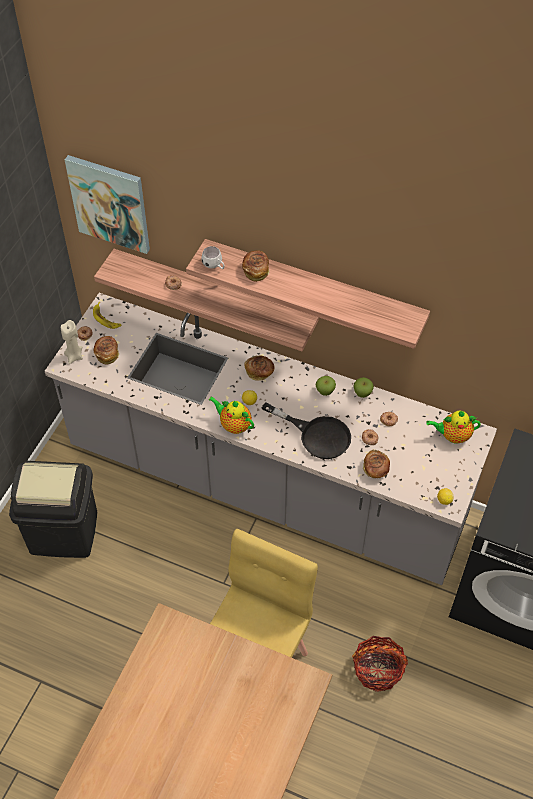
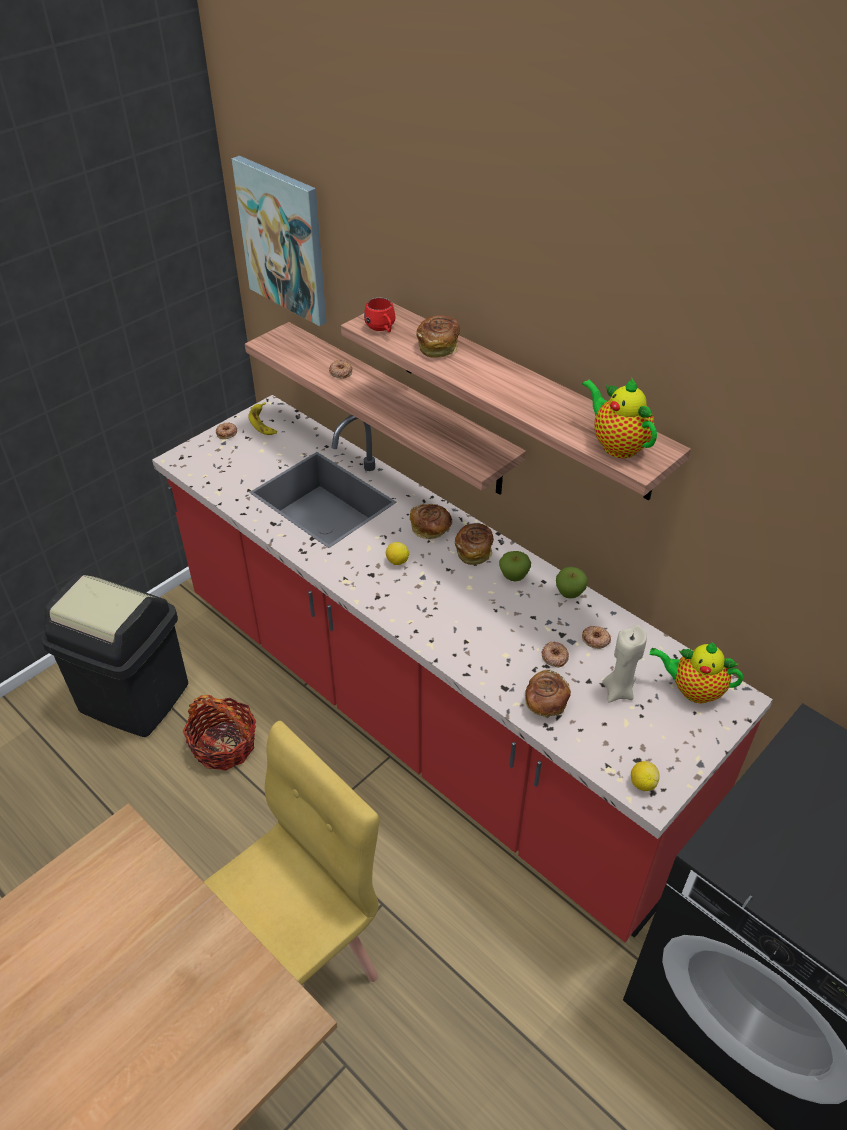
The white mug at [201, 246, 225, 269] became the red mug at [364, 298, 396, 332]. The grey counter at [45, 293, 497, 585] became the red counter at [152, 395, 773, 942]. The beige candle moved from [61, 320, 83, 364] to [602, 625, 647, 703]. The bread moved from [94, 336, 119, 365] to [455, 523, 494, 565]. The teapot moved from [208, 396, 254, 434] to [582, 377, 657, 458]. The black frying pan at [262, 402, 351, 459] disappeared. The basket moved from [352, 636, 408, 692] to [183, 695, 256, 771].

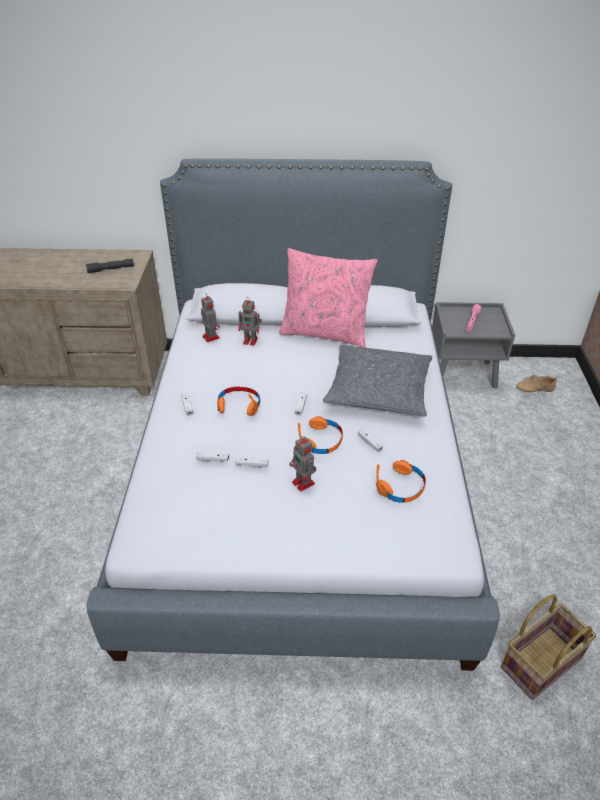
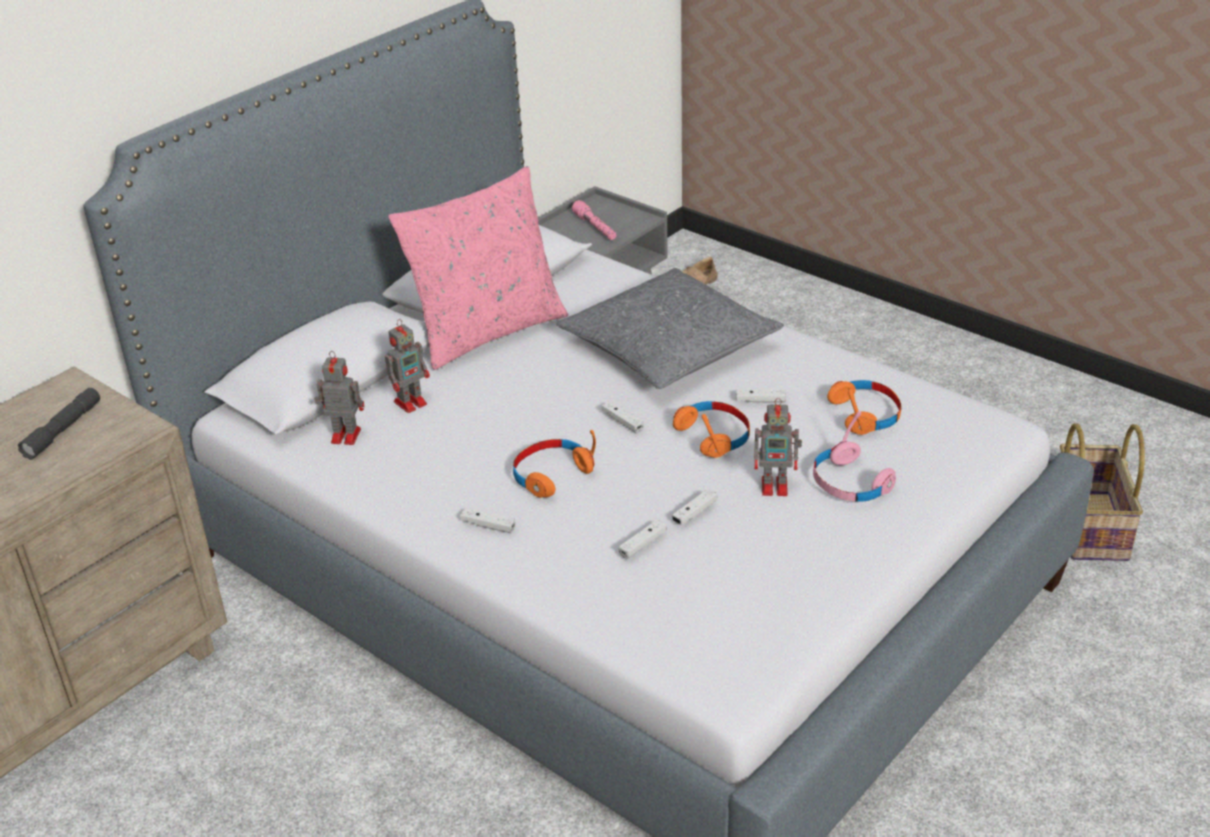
The pink headphones at [813, 412, 896, 502] appeared.

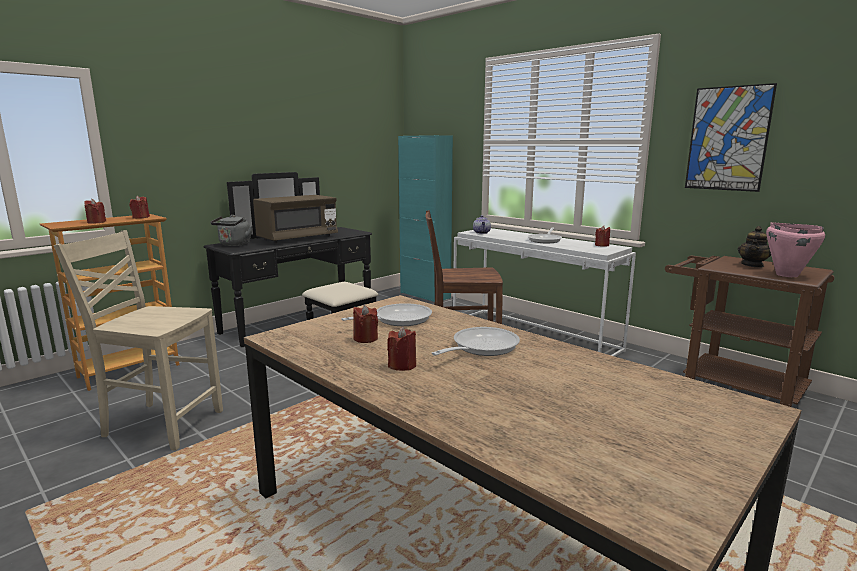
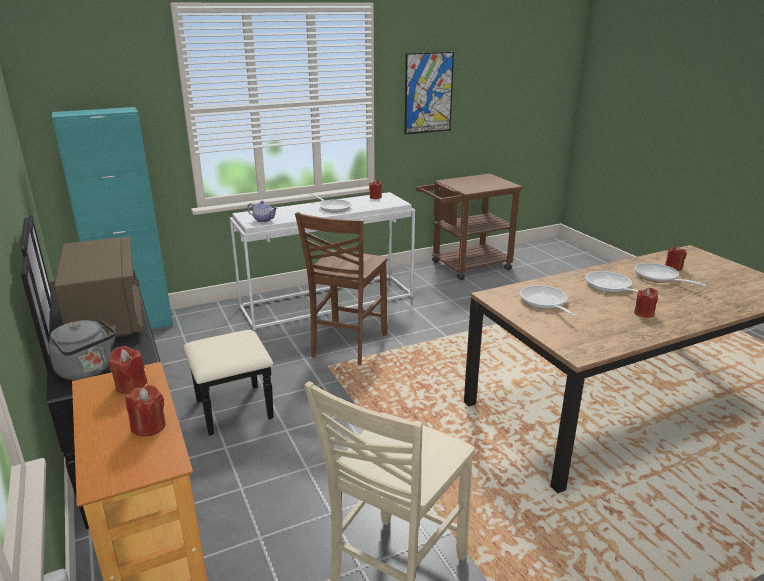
The pink cooking pot at [766, 222, 825, 277] disappeared. The teapot at [738, 226, 771, 268] disappeared. The red candle moved from [353, 305, 378, 343] to [665, 246, 687, 271]. The frying pan at [635, 263, 707, 287] appeared.

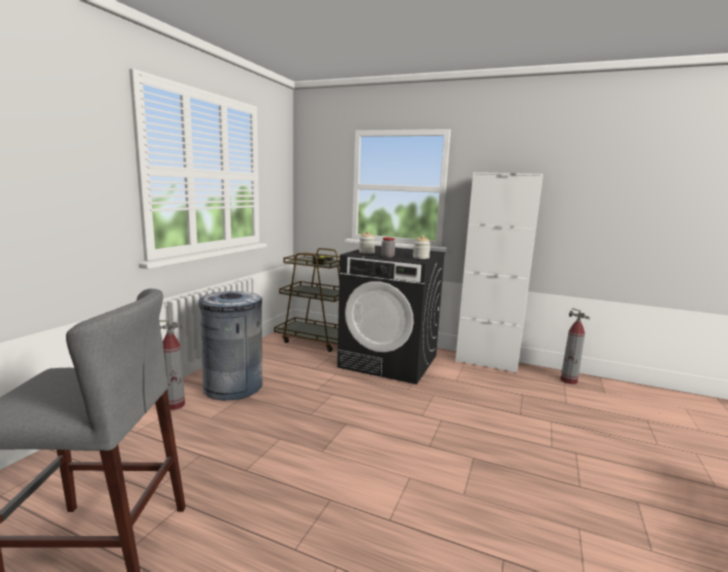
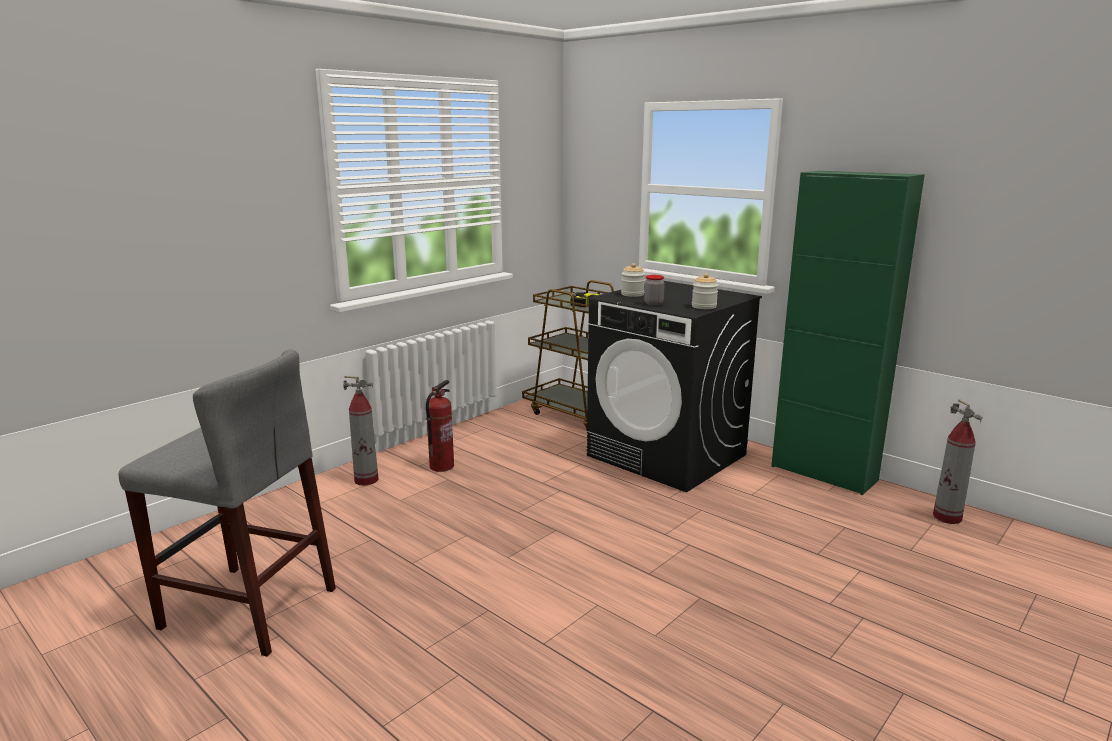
The white cabinet at [455, 172, 543, 373] became the green cabinet at [771, 171, 925, 495]. The grey trash can at [198, 291, 263, 401] was replaced by the fire extinguisher at [426, 380, 454, 472].

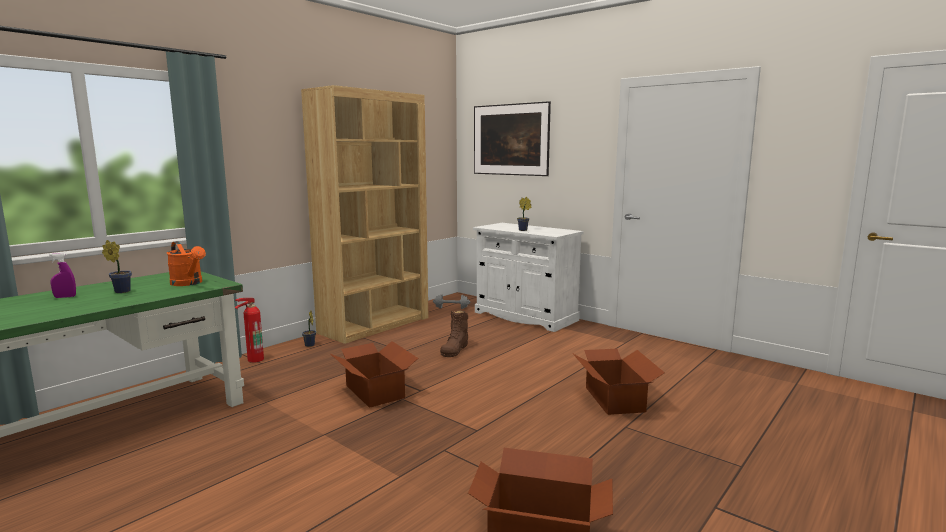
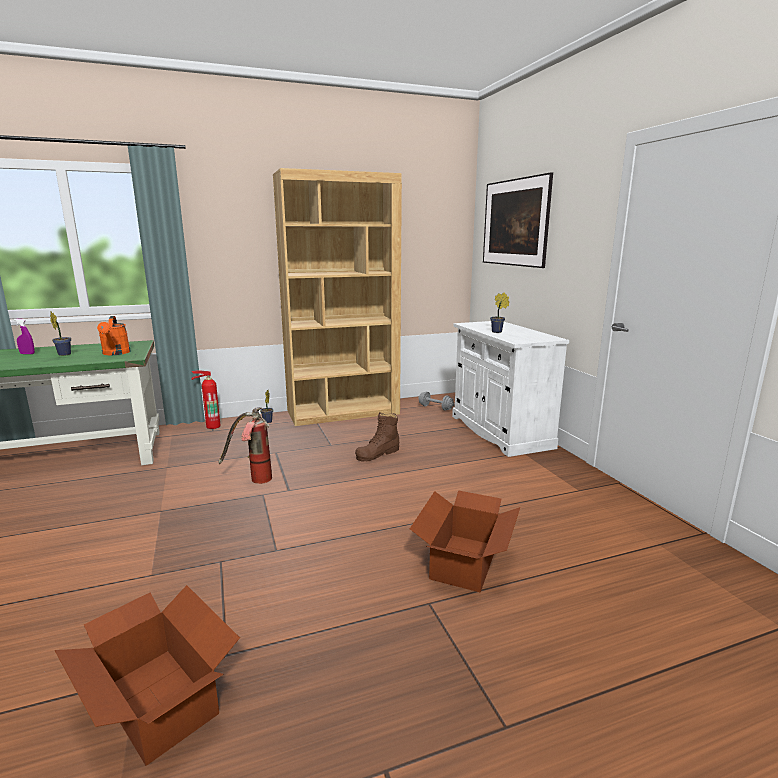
The cardboard box at [330, 341, 419, 408] was replaced by the fire extinguisher at [219, 407, 272, 484].

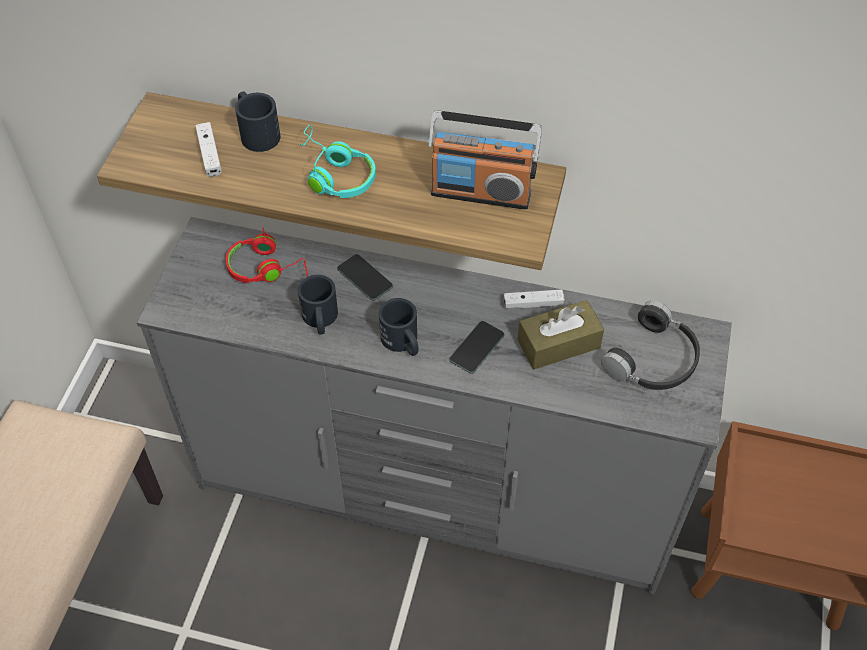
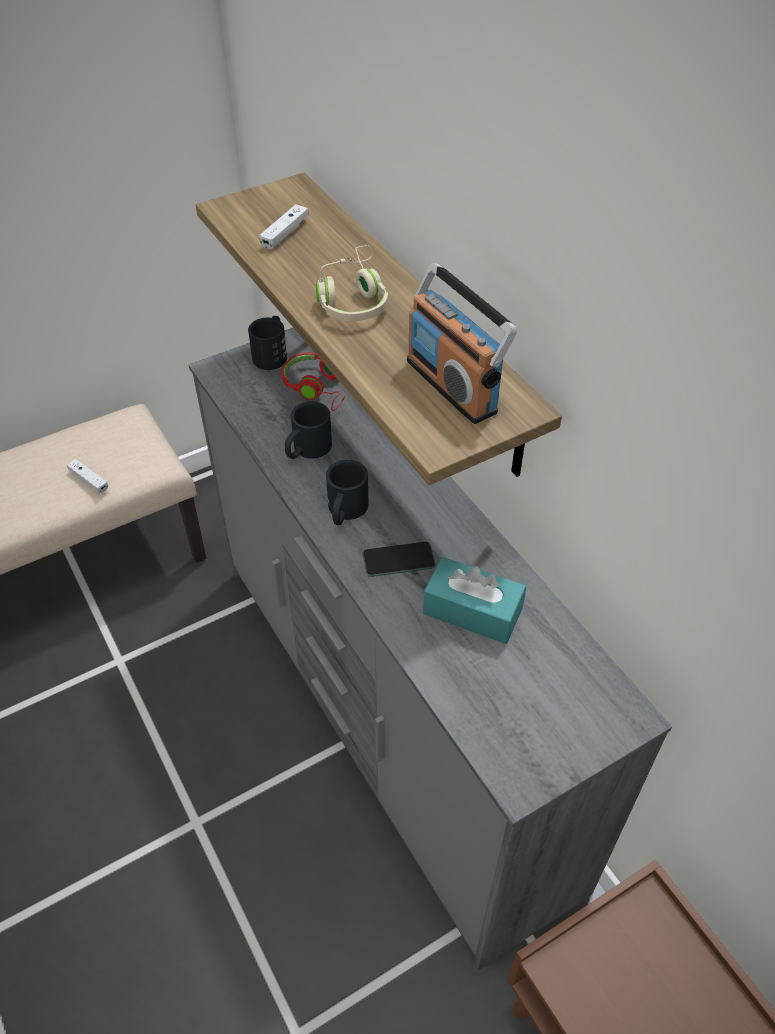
The black mug moved from [235, 91, 281, 152] to [248, 316, 287, 370]. The turquoise headphones at [299, 125, 376, 198] became the beige headphones at [316, 245, 388, 321]. The phone at [337, 254, 393, 301] disappeared. The white game controller moved from [504, 289, 564, 308] to [67, 459, 108, 493]. The brown tissue box at [517, 300, 604, 369] became the turquoise tissue box at [423, 557, 526, 644]. The black headphones at [601, 301, 700, 390] disappeared.

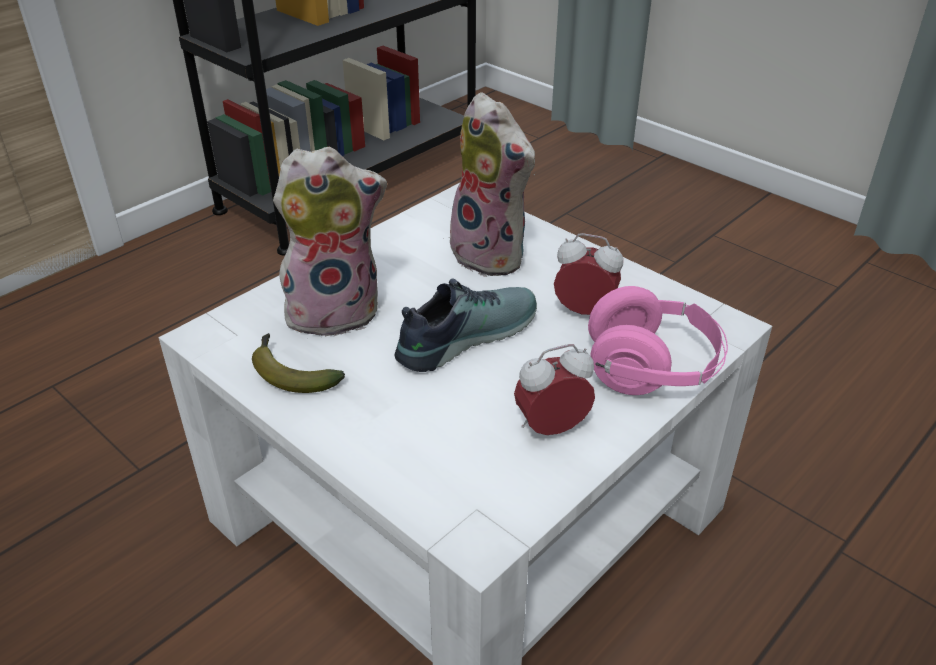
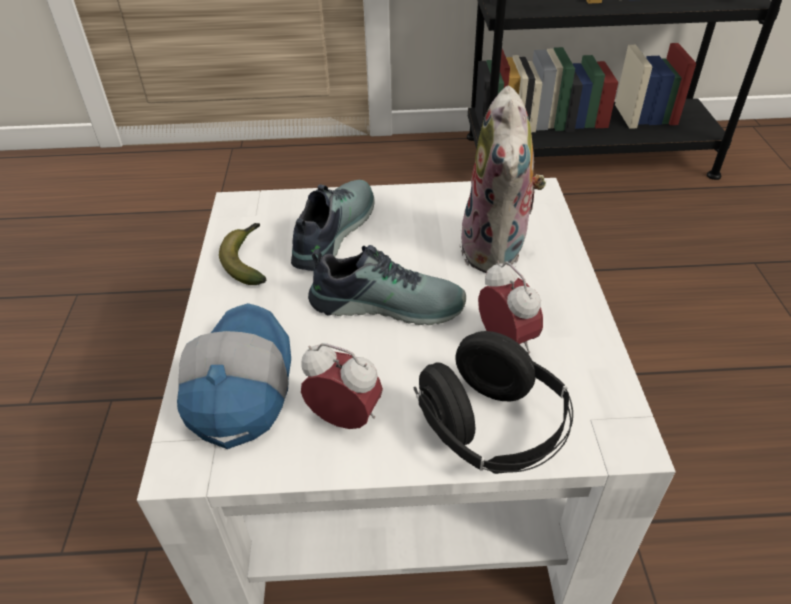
The plush toy at [273, 147, 387, 339] was replaced by the shoe at [291, 180, 375, 271]. The pink headphones at [588, 286, 728, 395] became the black headphones at [414, 331, 573, 474]. The cap at [177, 303, 291, 449] appeared.

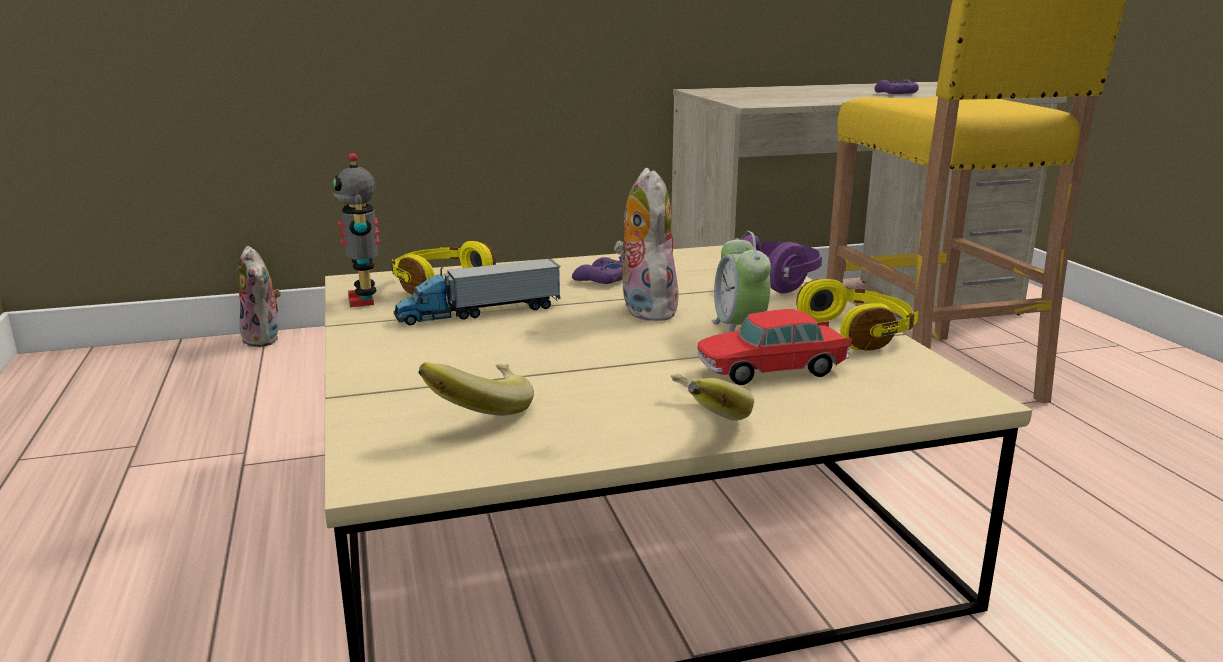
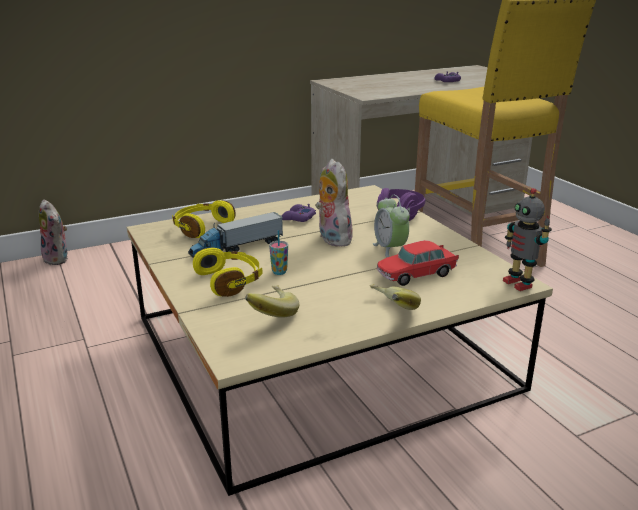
The toy robot moved from [333, 153, 380, 307] to [503, 188, 552, 291]. The yellow headphones moved from [796, 279, 918, 351] to [193, 247, 263, 297]. The cup at [269, 230, 288, 275] appeared.

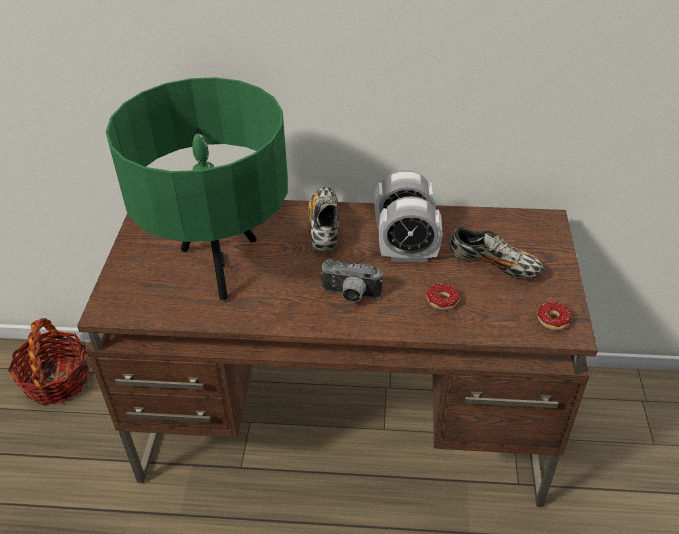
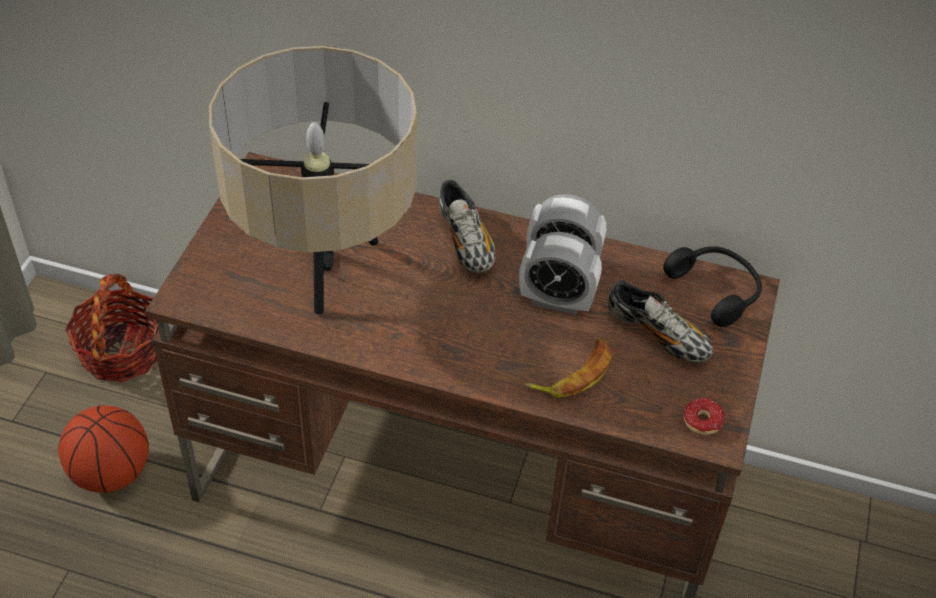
The green table lamp at [106, 77, 288, 300] became the beige table lamp at [209, 46, 417, 314]. The shoe at [308, 187, 339, 252] turned 150 degrees clockwise. The photo camera at [320, 258, 383, 303] disappeared. The donut at [427, 283, 460, 310] was replaced by the banana at [523, 338, 613, 398]. The black headphones at [663, 246, 762, 327] appeared. The basketball at [58, 405, 149, 493] appeared.

